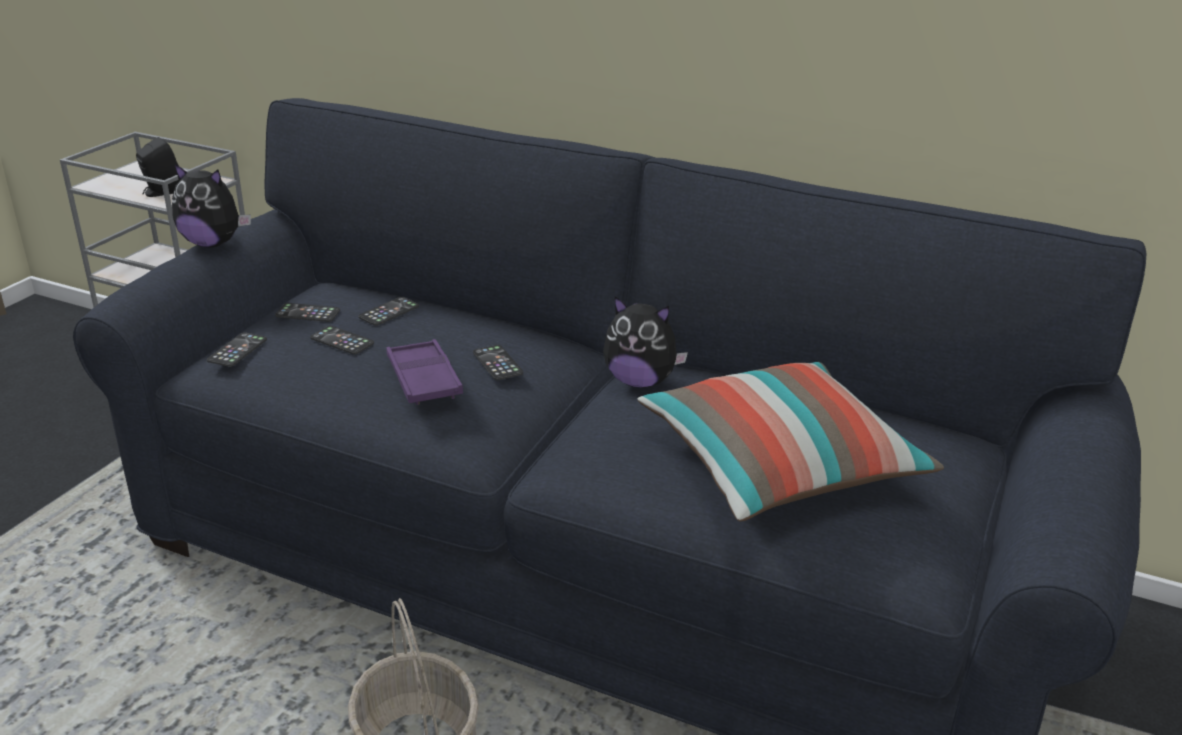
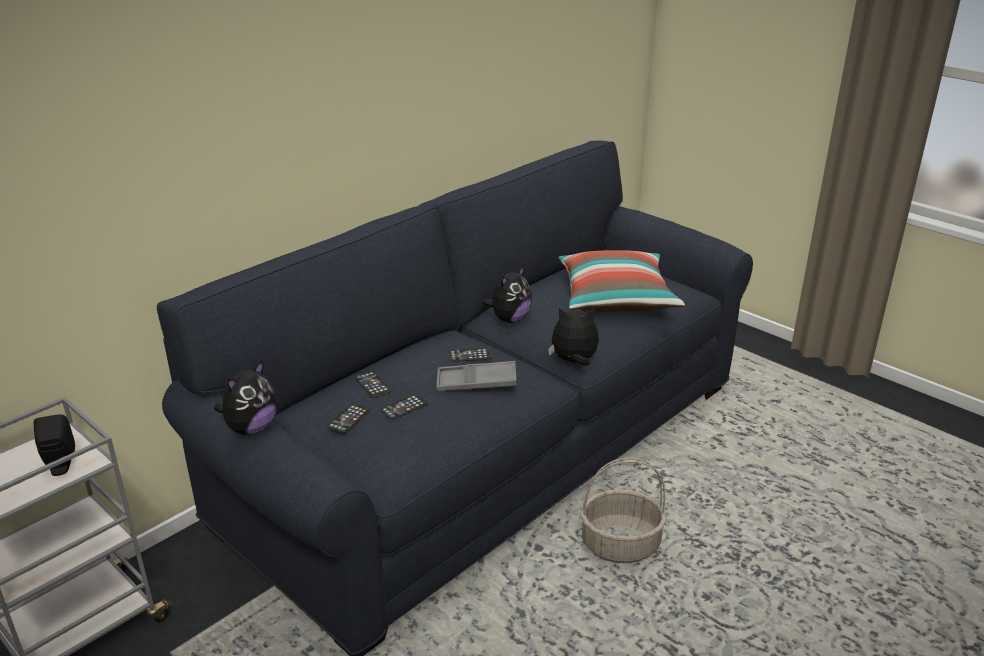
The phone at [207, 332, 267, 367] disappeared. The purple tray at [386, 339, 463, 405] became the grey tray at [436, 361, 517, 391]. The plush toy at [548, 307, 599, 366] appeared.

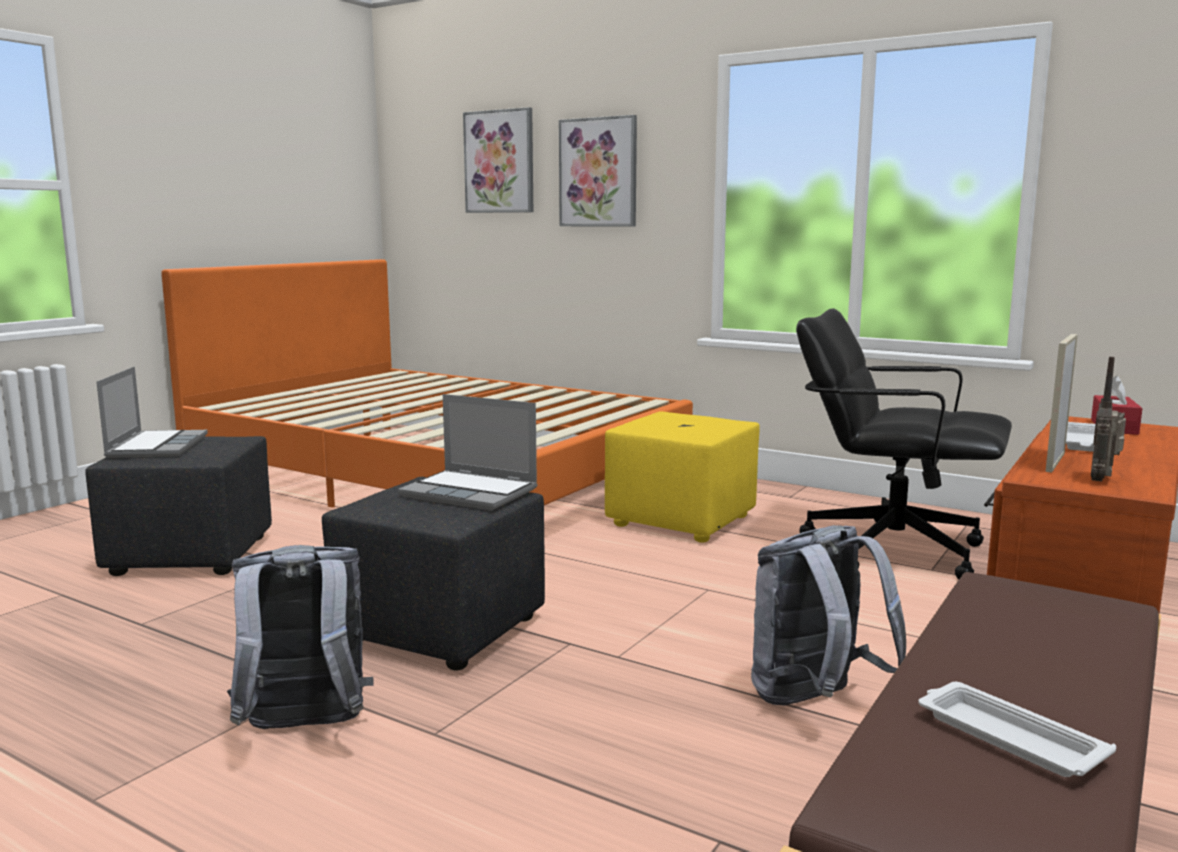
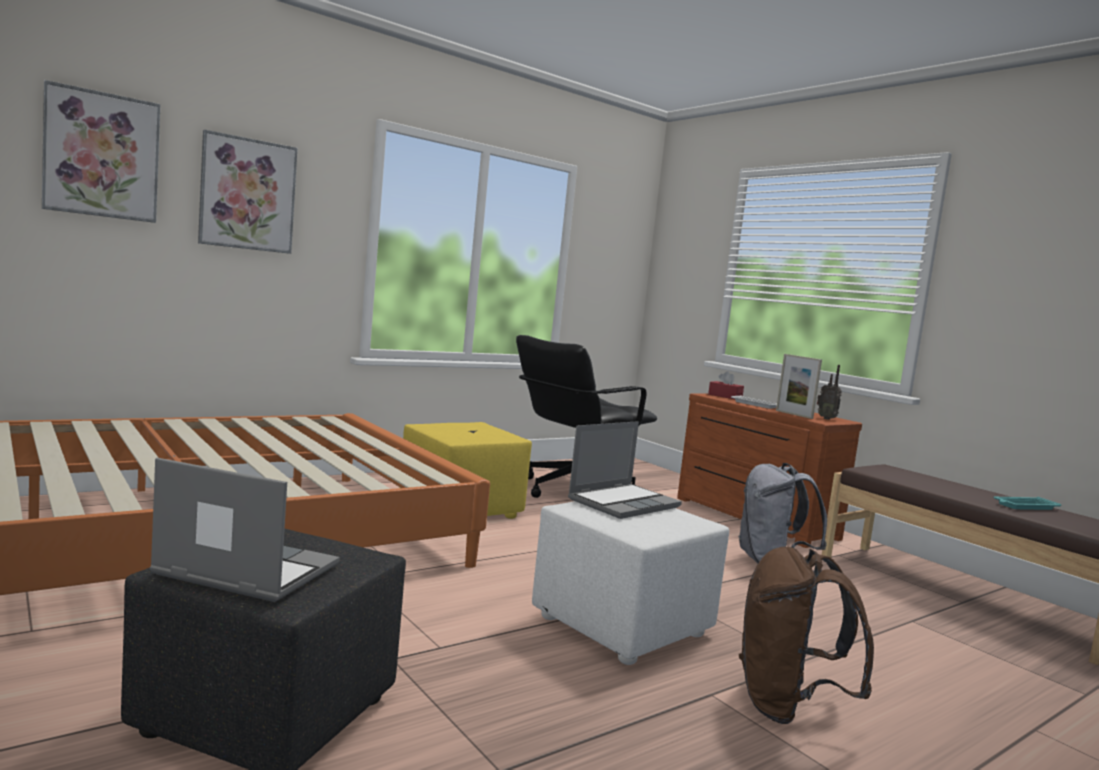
The black ottoman at [322, 477, 545, 670] became the white ottoman at [532, 501, 729, 665]. The grey backpack at [227, 545, 374, 729] became the brown backpack at [739, 547, 874, 724]. The white tray at [918, 682, 1116, 777] became the turquoise tray at [993, 497, 1061, 510].

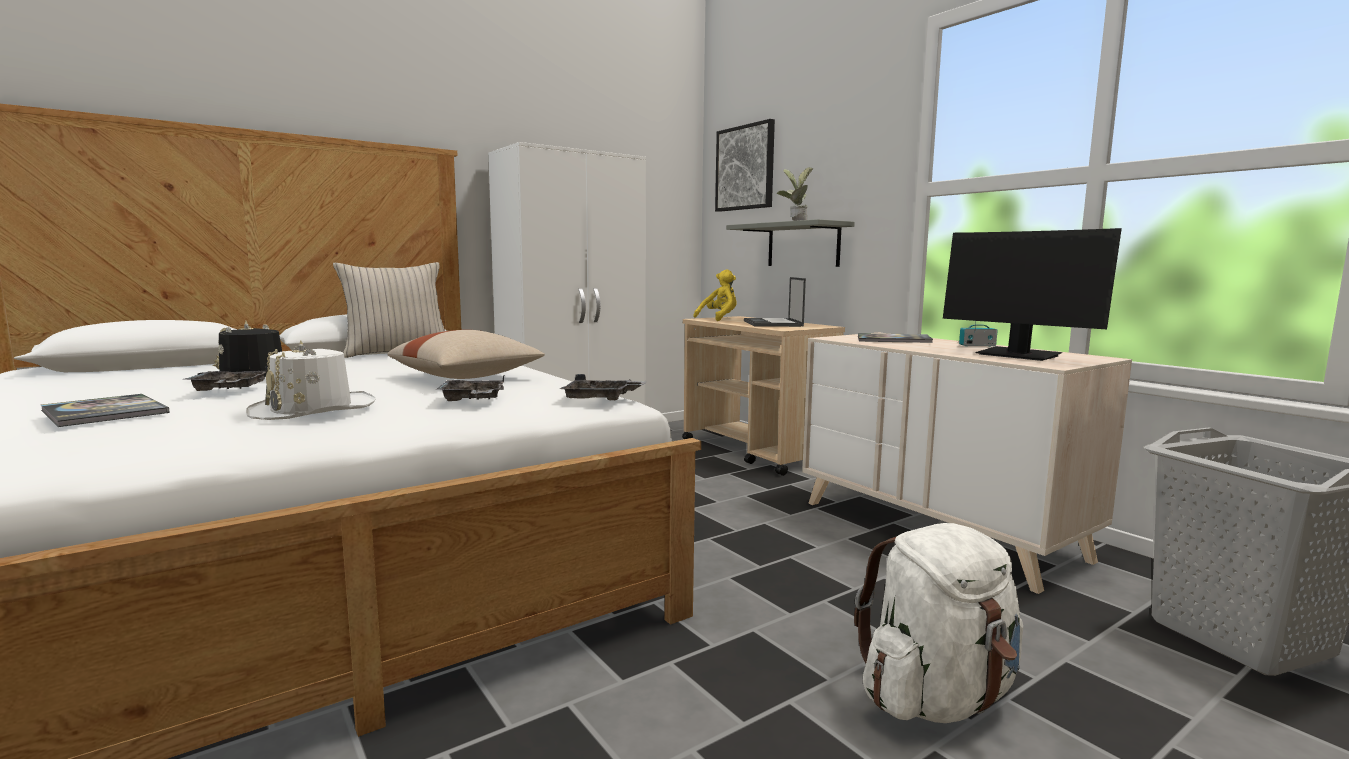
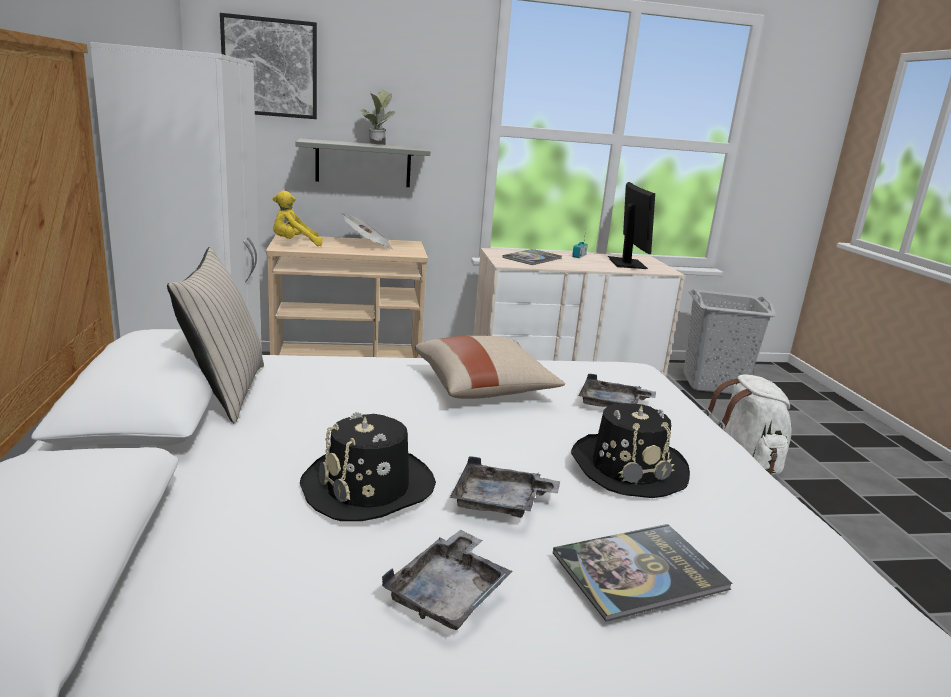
The monitor at [943, 228, 1122, 361] turned 75 degrees counterclockwise. The yellow plush toy at [694, 269, 736, 321] turned 90 degrees counterclockwise. The laptop at [744, 277, 806, 327] was replaced by the newspaper at [340, 212, 393, 249]. The white hat at [246, 340, 376, 420] became the black hat at [571, 403, 690, 498]. The grey tray moved from [560, 374, 647, 400] to [382, 529, 512, 630].

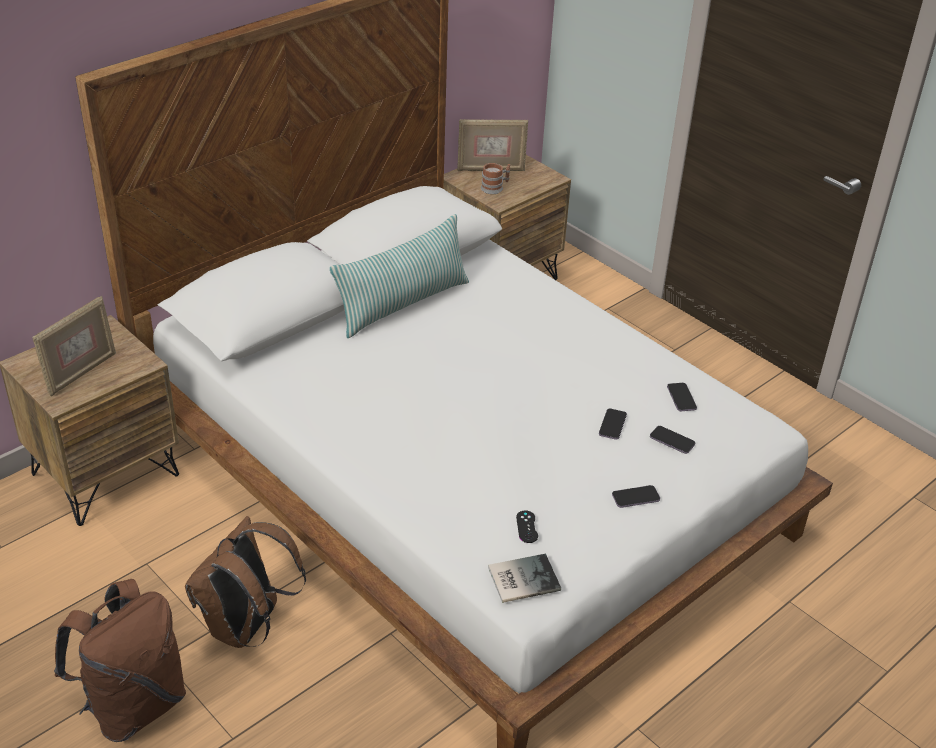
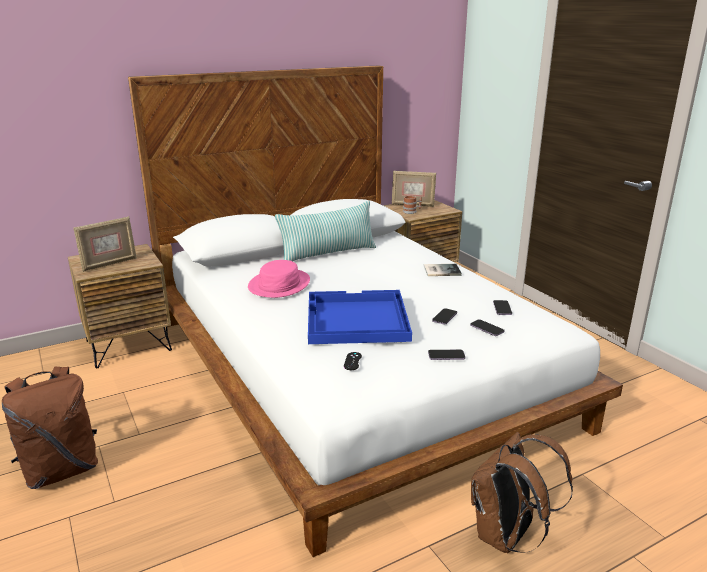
The brown backpack moved from [185, 516, 306, 648] to [471, 432, 573, 553]. The book moved from [488, 554, 561, 603] to [424, 264, 462, 276]. The pink hat at [248, 260, 310, 298] appeared. The blue tray at [308, 290, 412, 344] appeared.

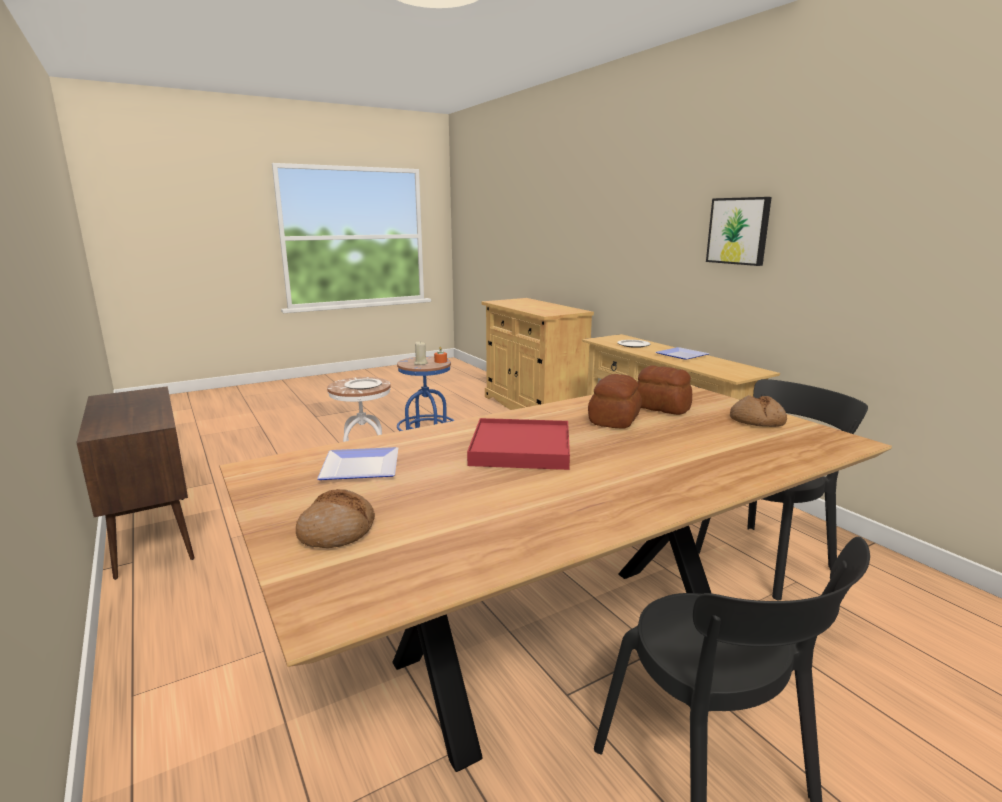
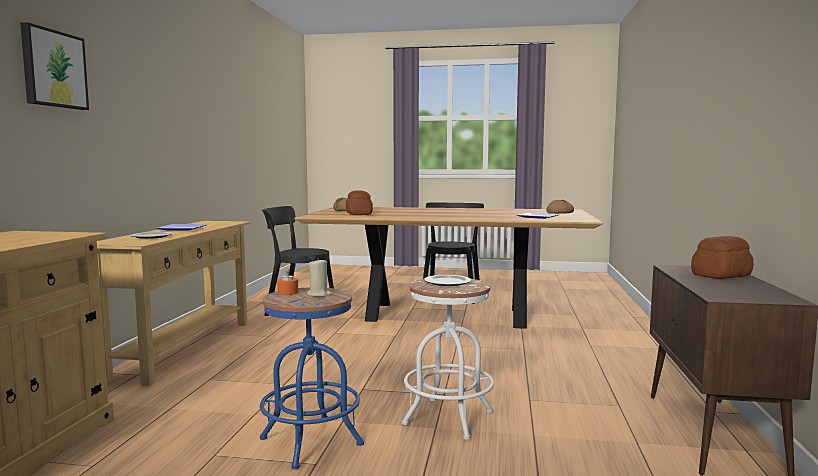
The picture moved from [706, 197, 772, 266] to [20, 22, 89, 110]. The bread moved from [588, 374, 642, 428] to [691, 236, 754, 279]. The red tray at [467, 418, 570, 470] disappeared.

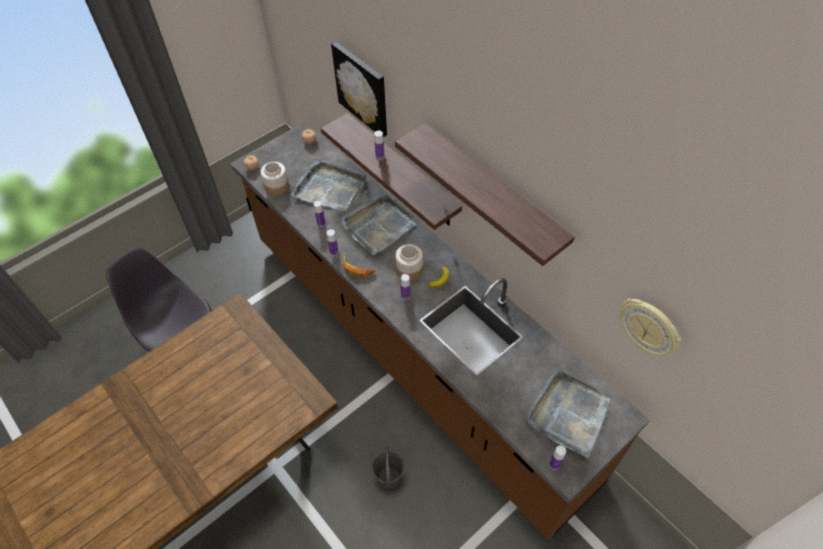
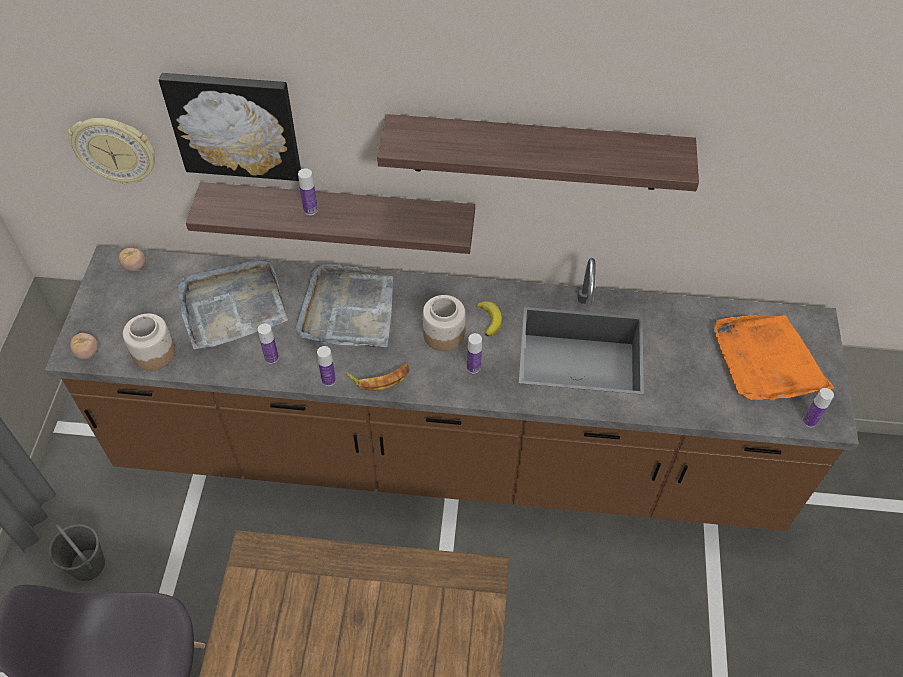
The wall clock moved from [620, 298, 682, 357] to [68, 118, 155, 185]. The grey tray at [526, 369, 610, 458] became the orange tray at [713, 314, 834, 400]. The grey bucket moved from [371, 446, 405, 489] to [49, 524, 105, 581].

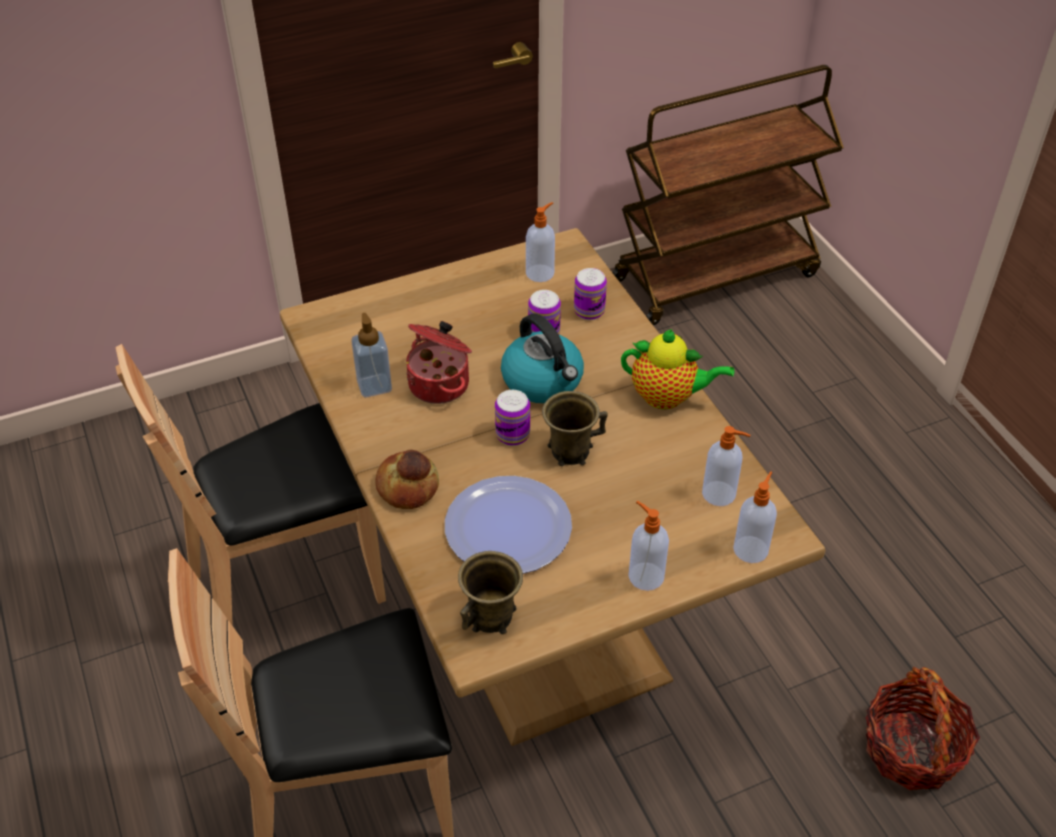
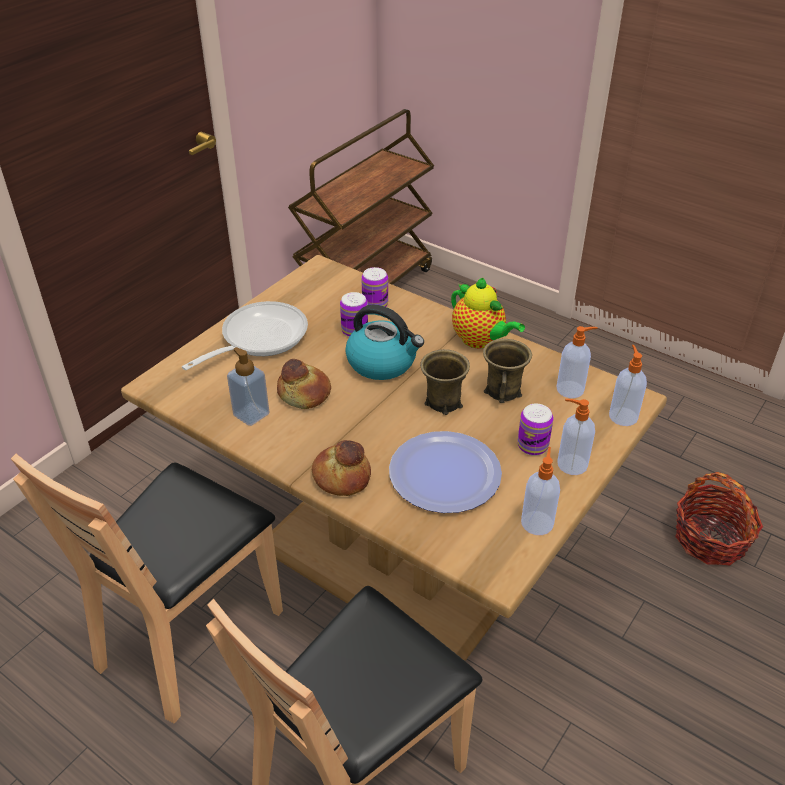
The soap dispenser moved from [526, 202, 555, 282] to [521, 447, 560, 535]. The cooking pot at [406, 321, 472, 404] was replaced by the bread at [277, 359, 331, 409]. The teapot at [621, 329, 734, 409] turned 60 degrees clockwise. The can moved from [495, 390, 530, 446] to [518, 404, 553, 456]. The brown mug moved from [458, 551, 523, 634] to [483, 339, 532, 403]. The frying pan at [182, 301, 308, 370] appeared.

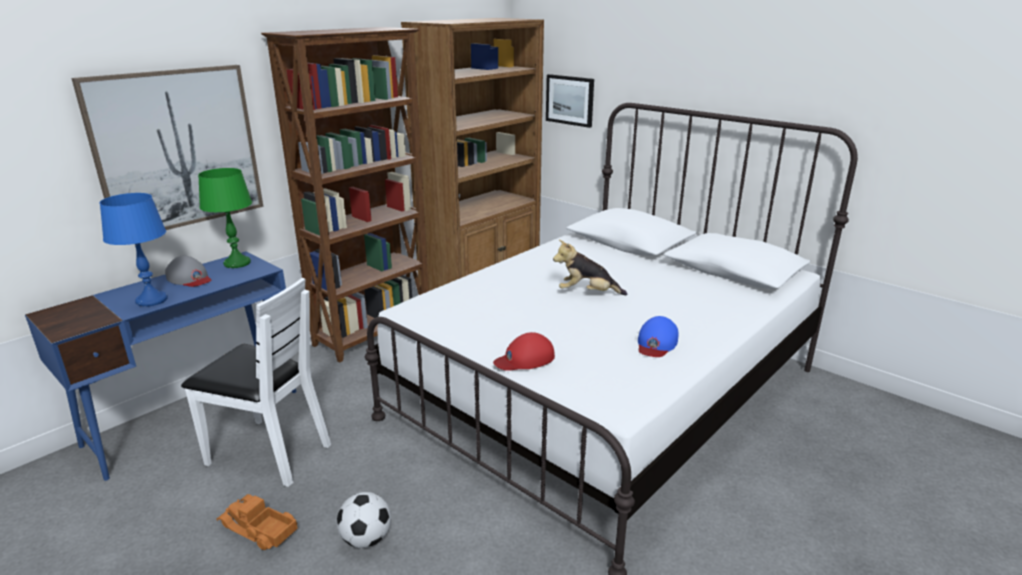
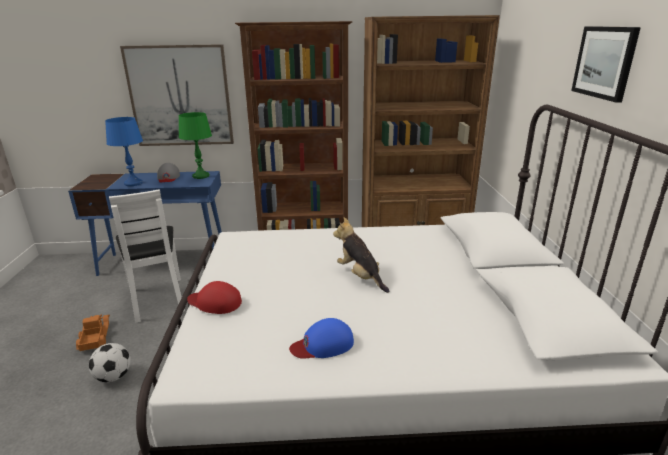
The picture moved from [546, 74, 594, 128] to [571, 26, 641, 103].

